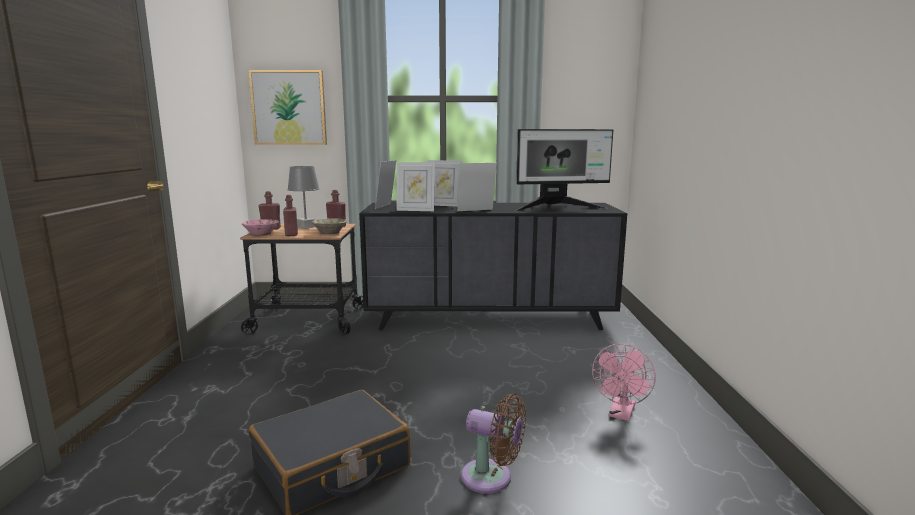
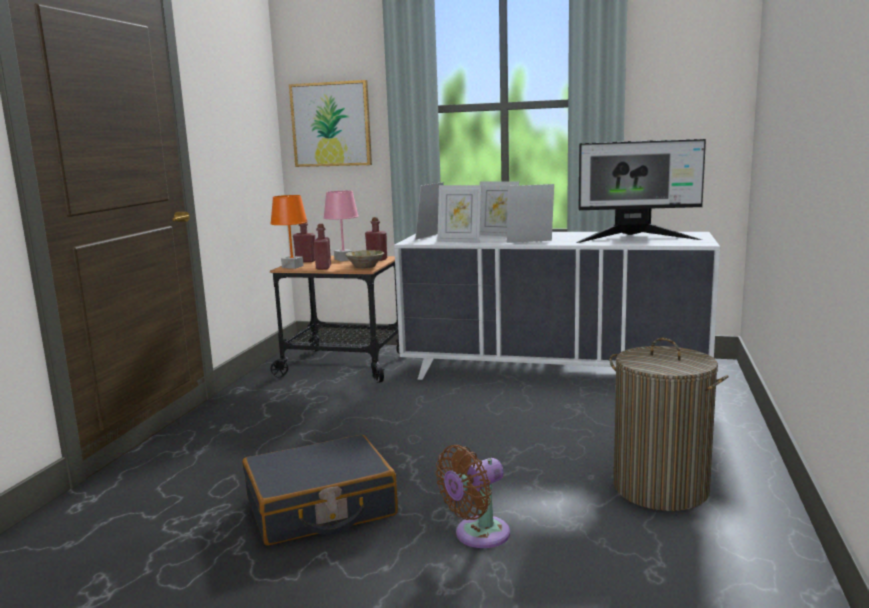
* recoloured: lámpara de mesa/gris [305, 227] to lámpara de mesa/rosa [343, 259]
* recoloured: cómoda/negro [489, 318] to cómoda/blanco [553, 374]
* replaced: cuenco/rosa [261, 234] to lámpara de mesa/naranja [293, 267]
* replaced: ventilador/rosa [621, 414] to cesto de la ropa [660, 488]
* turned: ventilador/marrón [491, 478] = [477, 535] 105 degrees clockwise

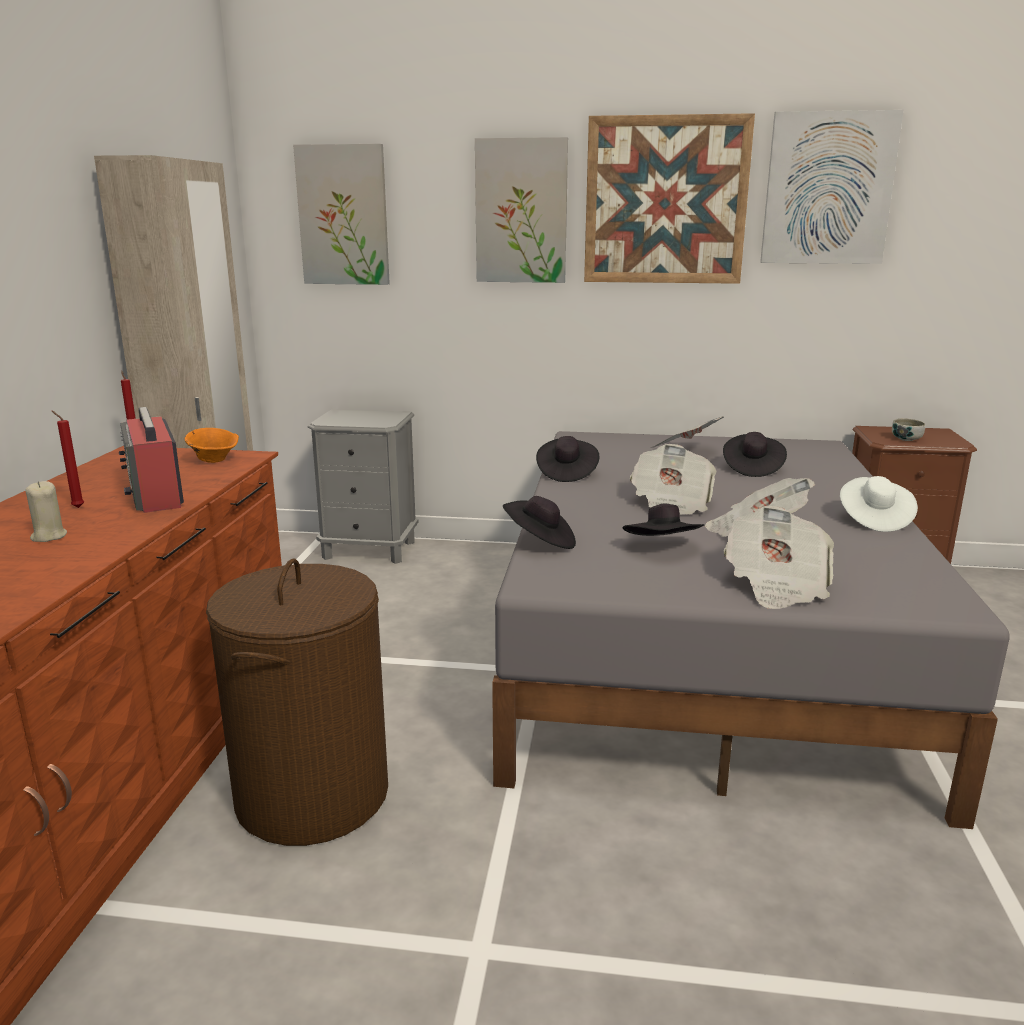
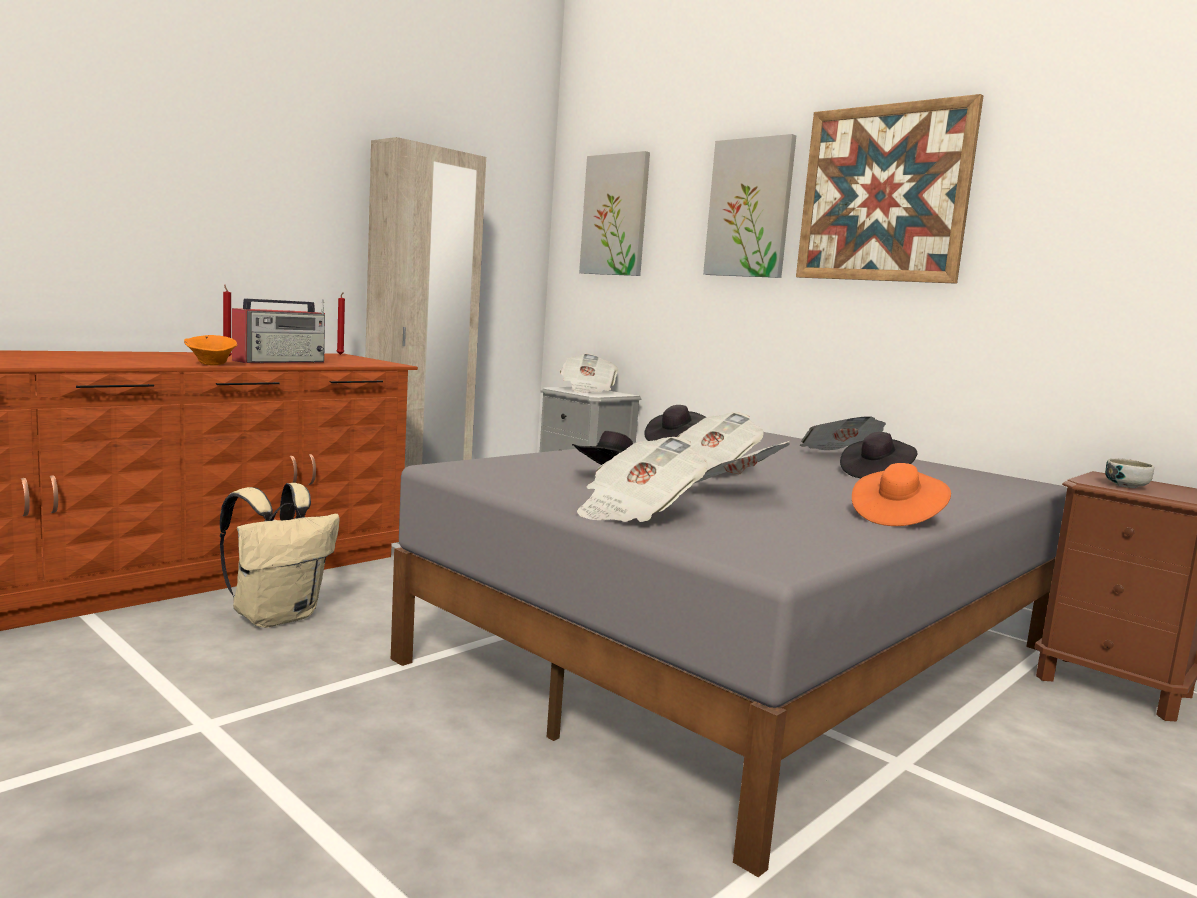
* removed: cuadro [828, 189]
* turned: radio [156, 494] = [281, 361] 150 degrees counterclockwise
* moved: cuenco/naranja [214, 460] to [212, 364]
* recoloured: sombrero/blanco [874, 520] to sombrero/naranja [896, 518]
* removed: vela/beis [48, 536]
* removed: sombrero/negro [540, 542]
* replaced: cesto de la ropa/marrón [312, 795] to mochila/beis [277, 616]
* added: periódico [587, 390]

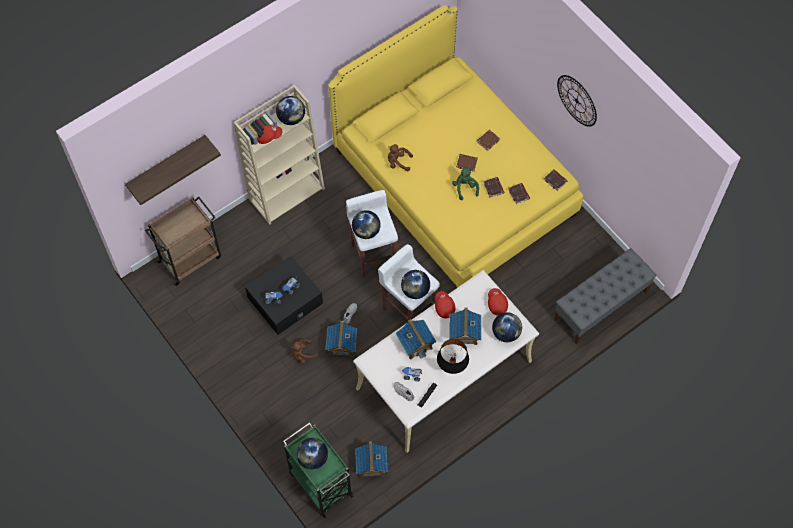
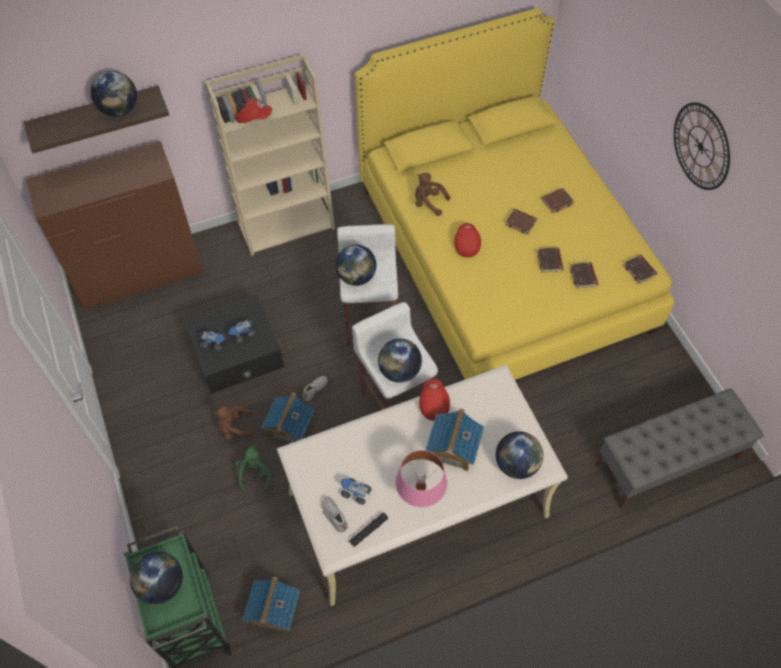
* moved: globo terráqueo [291, 118] to [120, 110]
* moved: peluche/verde [465, 188] to [254, 474]
* replaced: carrito/marrón [190, 258] to cómoda/marrón [139, 274]
* moved: gorra/rojo [496, 304] to [466, 244]
* removed: casita [415, 343]
* recoloured: lámpara de mesa/negro [452, 366] to lámpara de mesa/rosa [420, 495]

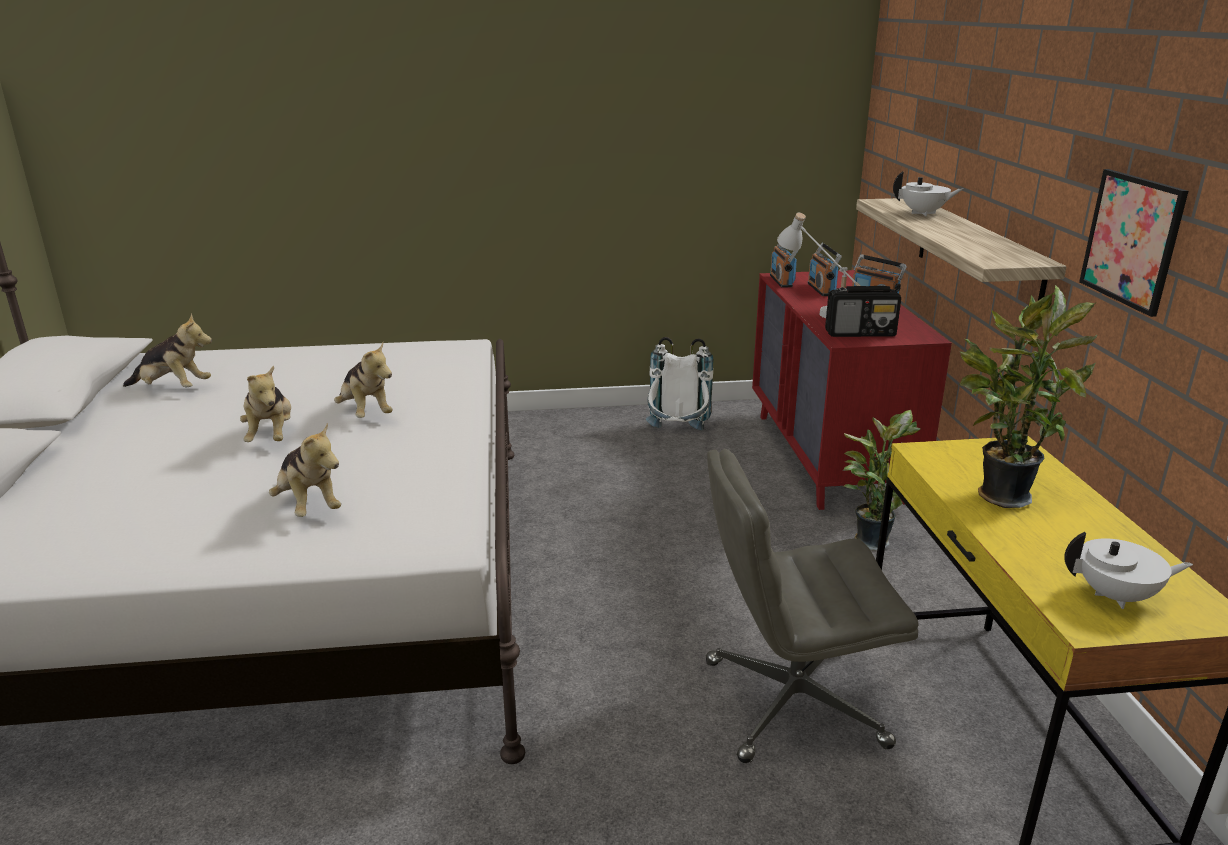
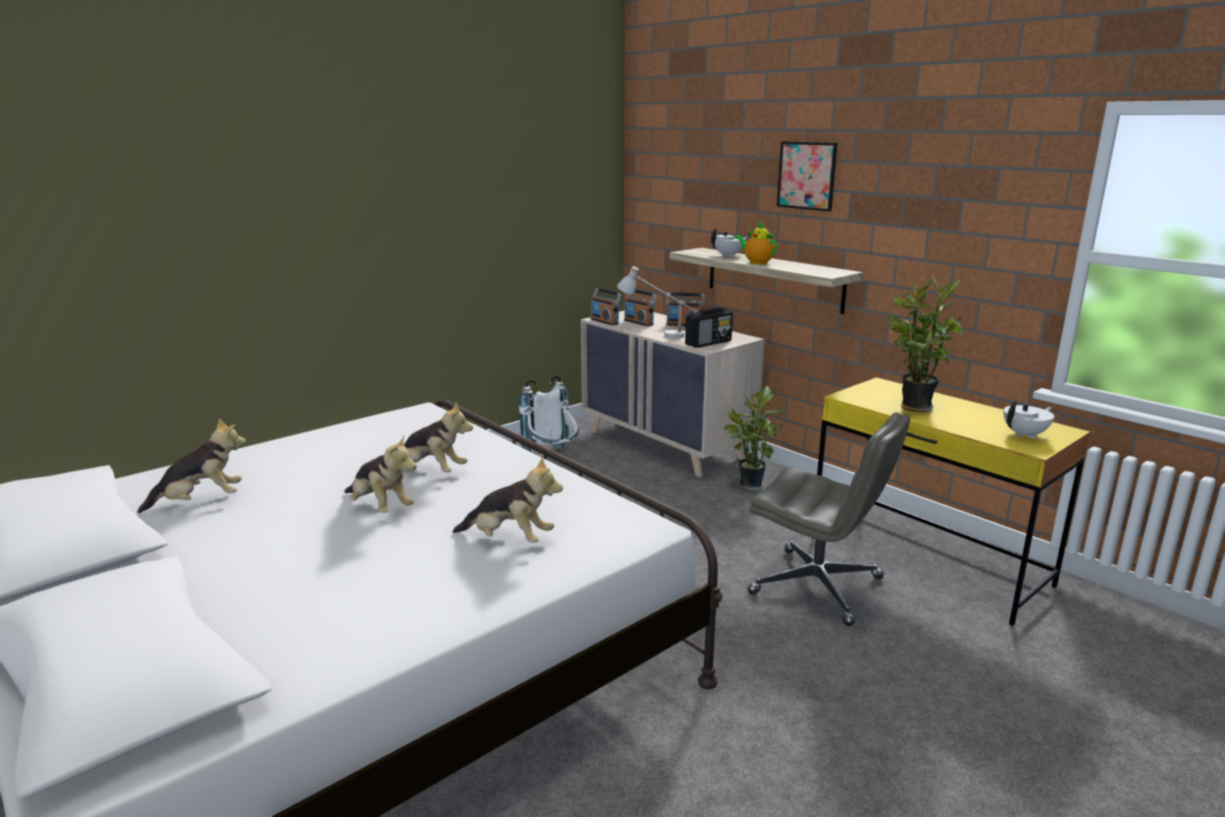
* moved: cuadro [1131, 240] to [806, 175]
* recoloured: cómoda/rojo [828, 457] to cómoda/beis [666, 444]
* turned: silla de oficina/gris [791, 703] = [818, 586] 105 degrees counterclockwise
* added: tetera [756, 262]

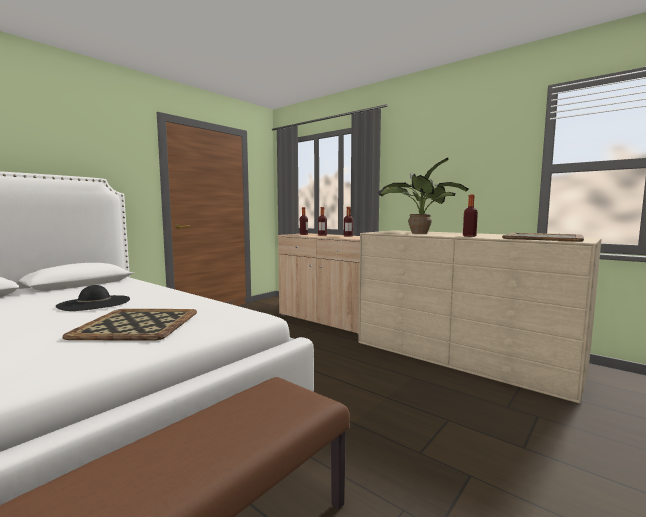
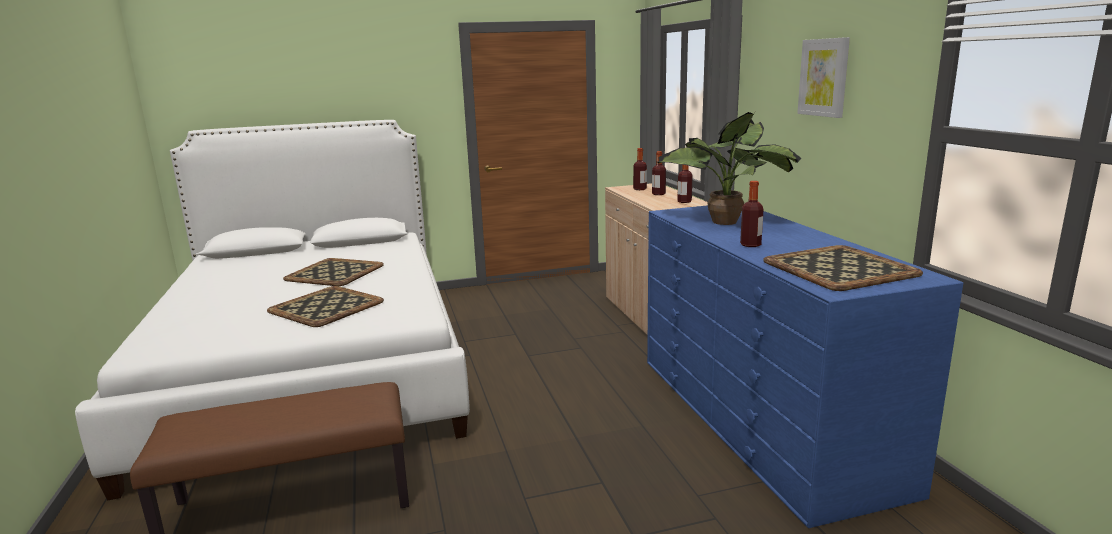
* recoloured: cómoda/beis [462, 355] to cómoda/azul [761, 418]
* replaced: sombrero/negro [94, 303] to bandeja [334, 273]
* added: cuadro [824, 77]

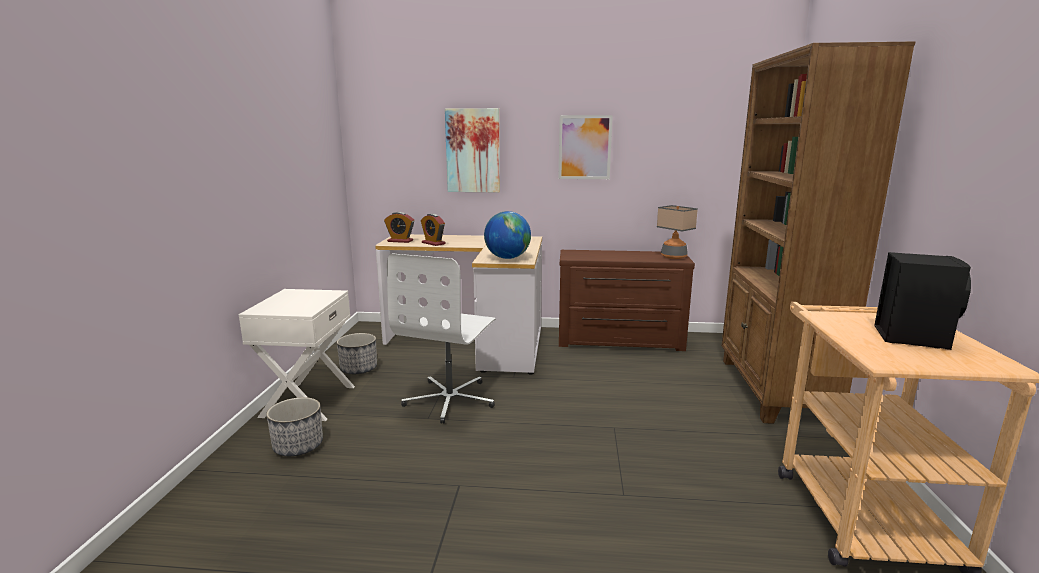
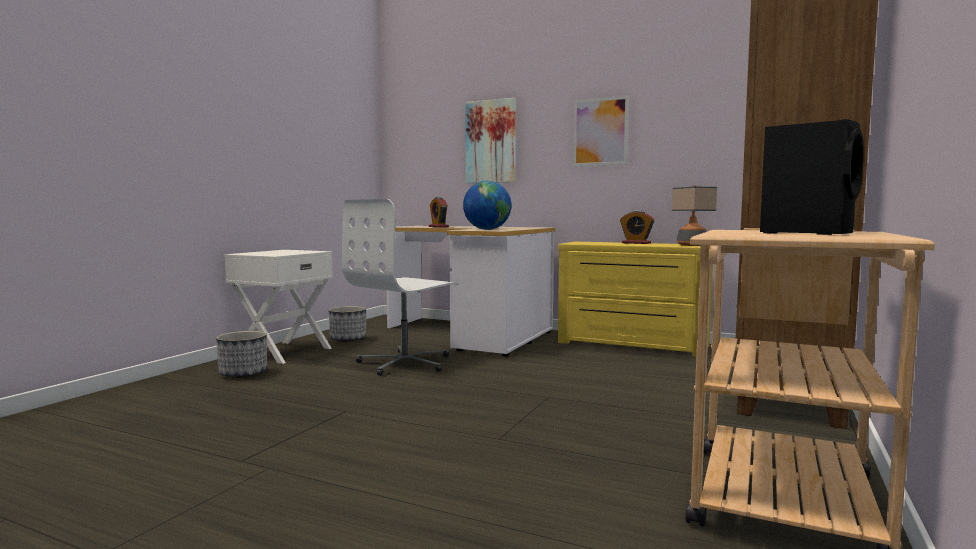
* moved: despertador [400, 241] to [636, 243]
* recoloured: cómoda/marrón [620, 341] to cómoda/amarillo [632, 345]

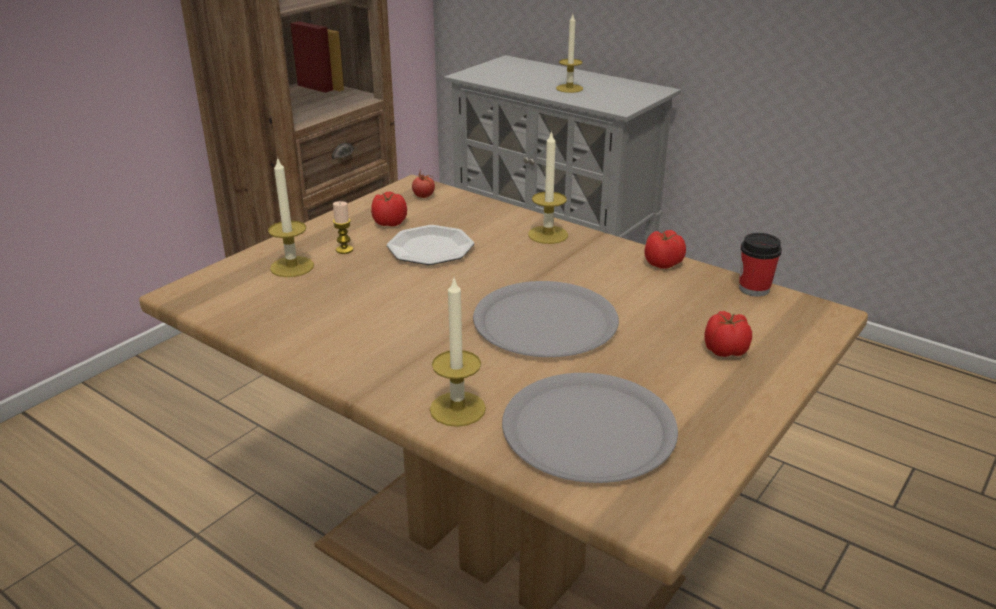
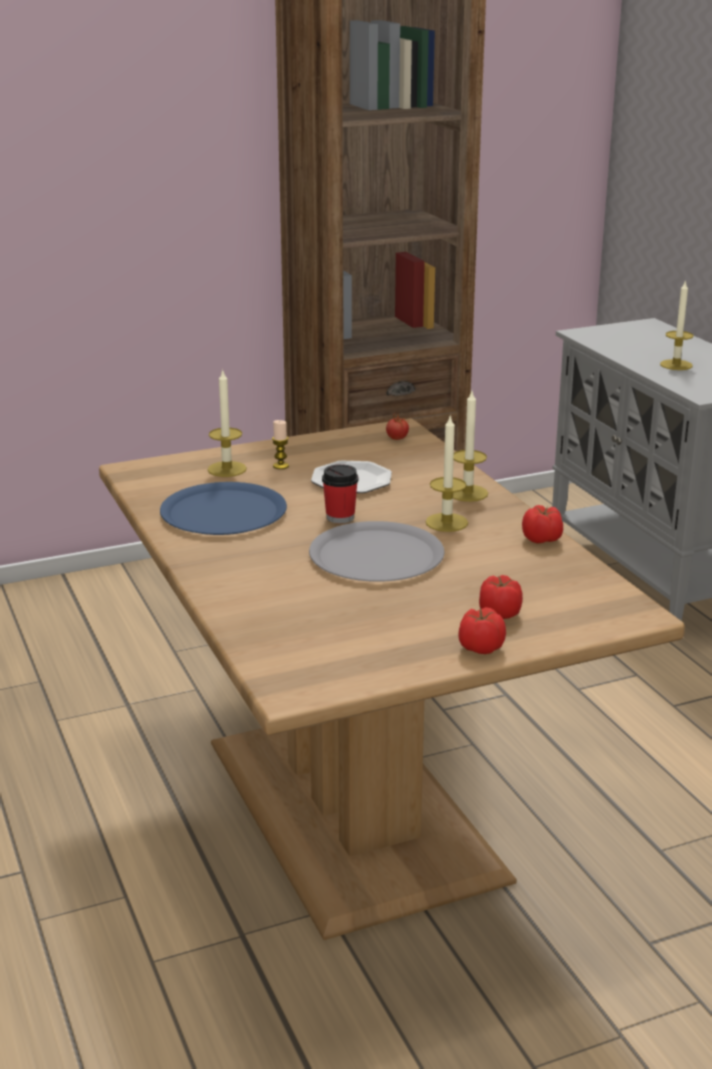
* moved: tomate [389, 223] to [480, 648]
* moved: taza [754, 289] to [340, 517]
* moved: vela [457, 409] to [446, 522]
* removed: plato/gris [589, 429]
* added: plato/azul [223, 512]

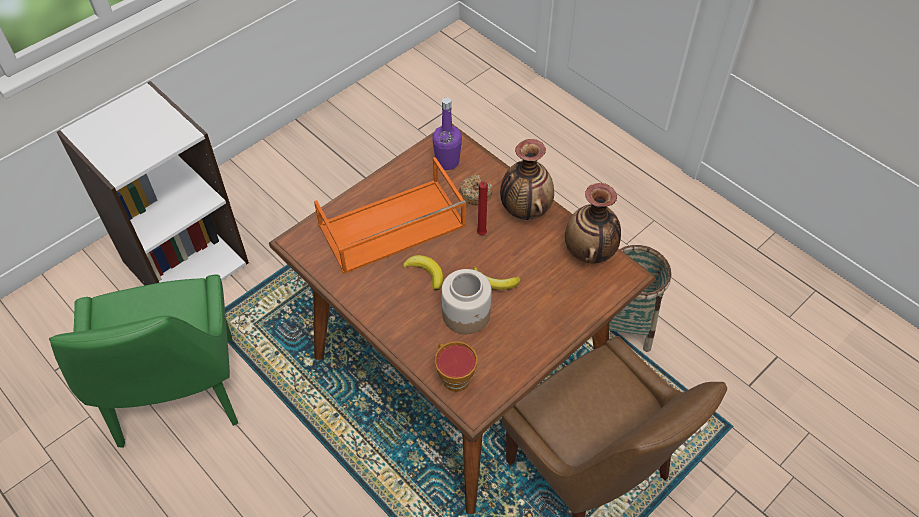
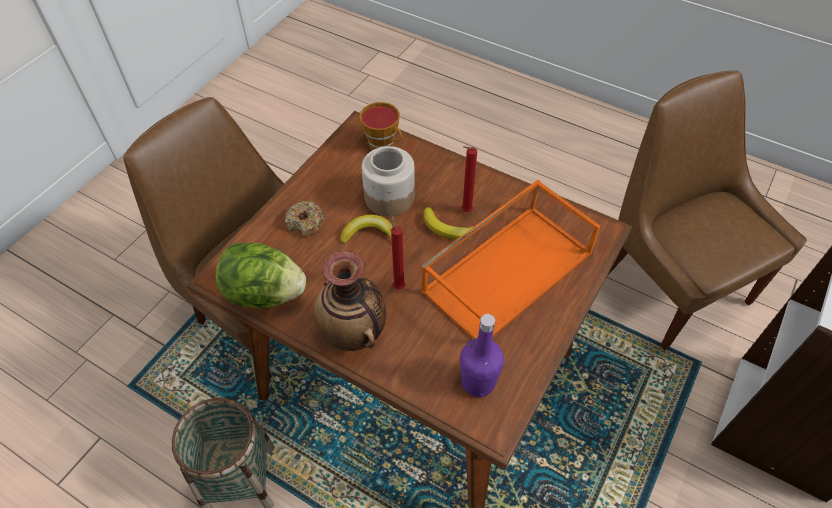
* moved: rosquilla [475, 194] to [305, 223]
* replaced: florero [590, 252] to lechuga [264, 293]
* recoloured: silla/verde [177, 396] to silla/marrón [670, 284]
* added: vela/rojo [465, 211]

